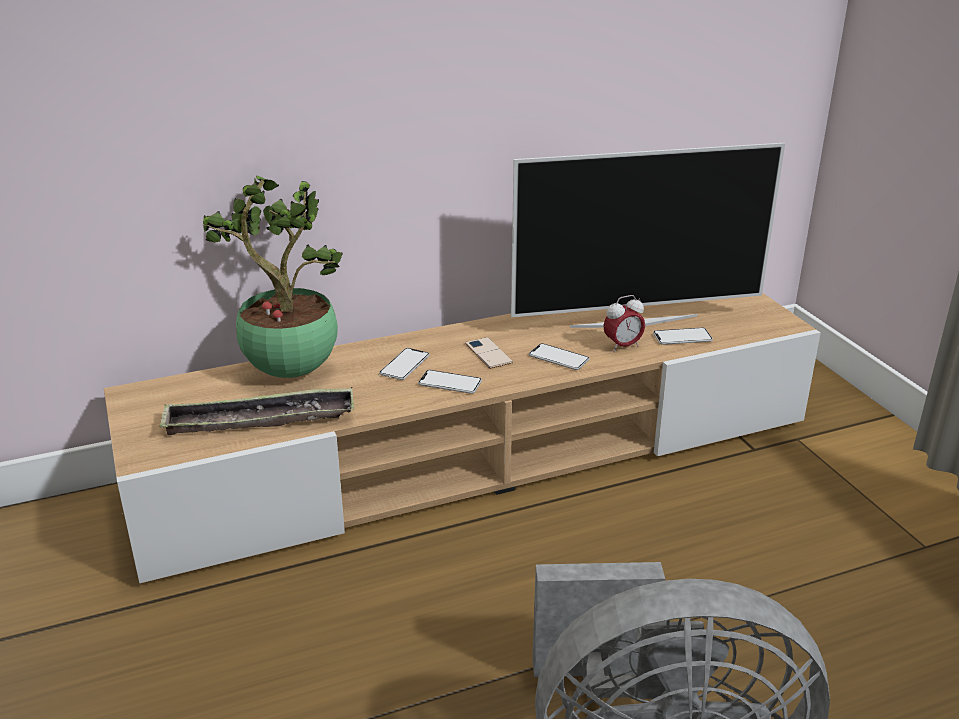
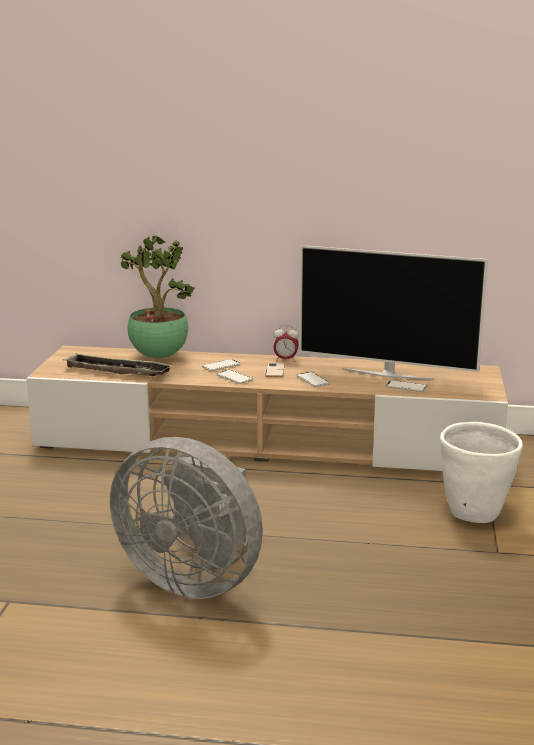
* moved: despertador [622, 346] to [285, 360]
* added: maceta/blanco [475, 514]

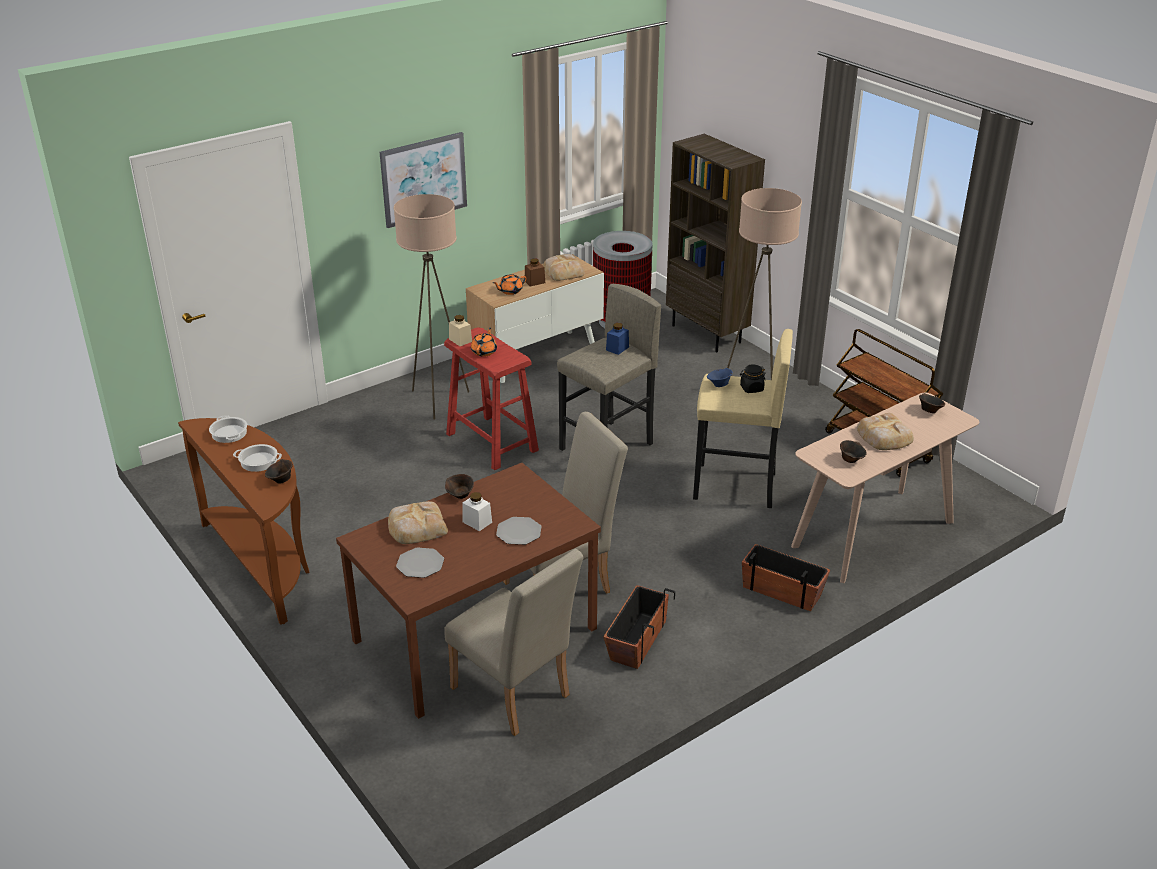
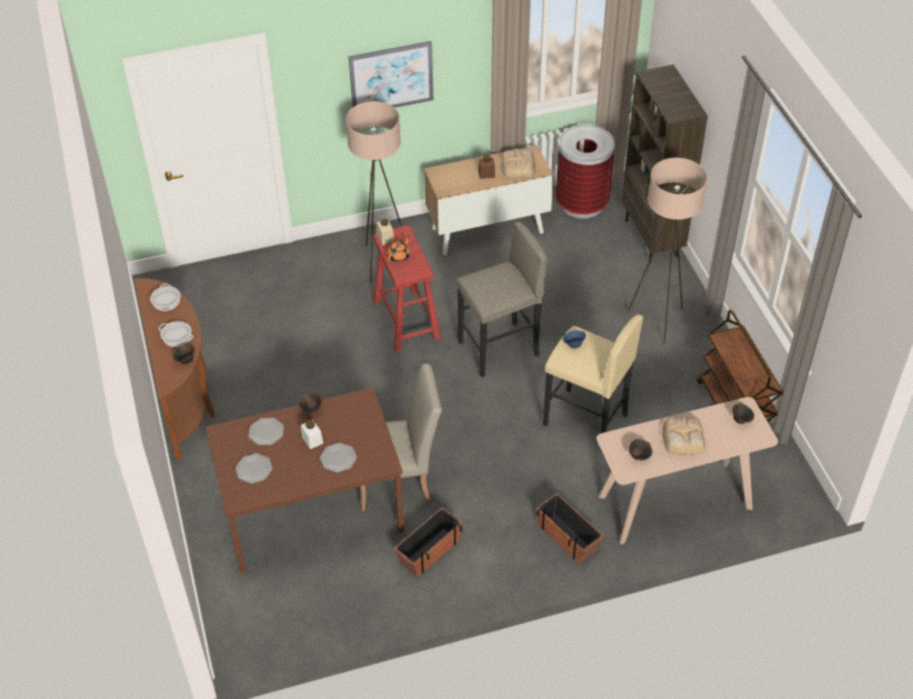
* removed: tetera/naranja [510, 291]
* removed: tarro/azul [617, 348]
* removed: tarro/negro [751, 388]
* replaced: pan [416, 527] to plato [266, 432]
* removed: silla/beis [515, 696]

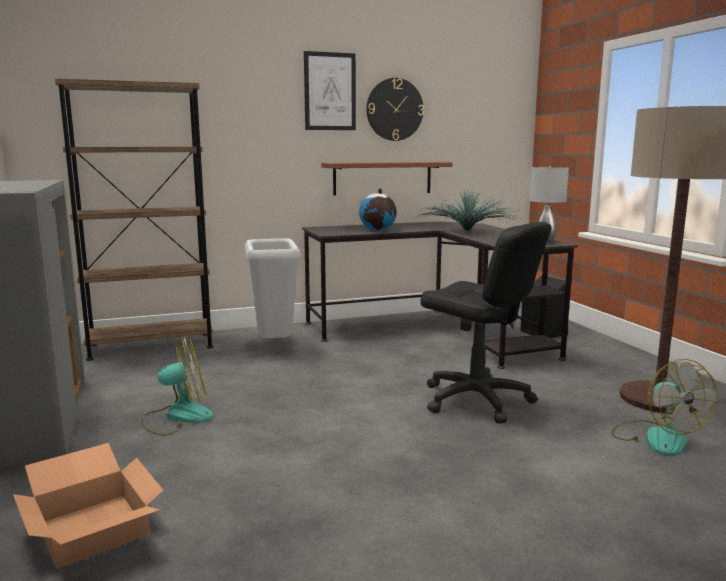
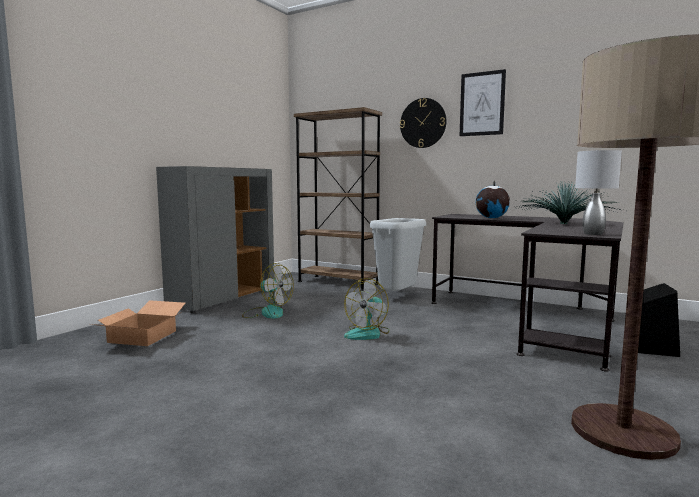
* moved: reloj de pared [394, 109] to [423, 123]
* removed: estante/marrón [382, 178]
* removed: silla de oficina/negro [476, 400]
* moved: ventilador [657, 437] to [368, 333]

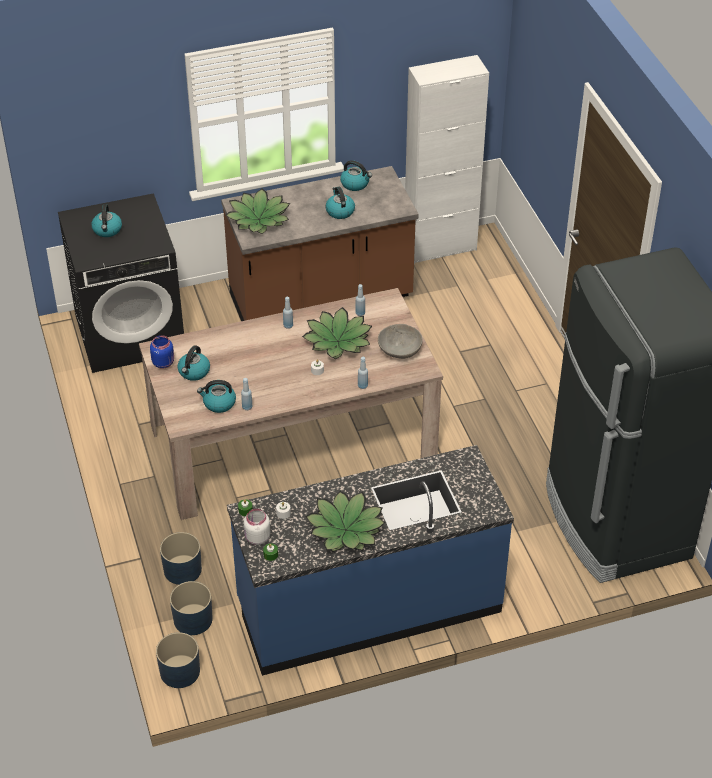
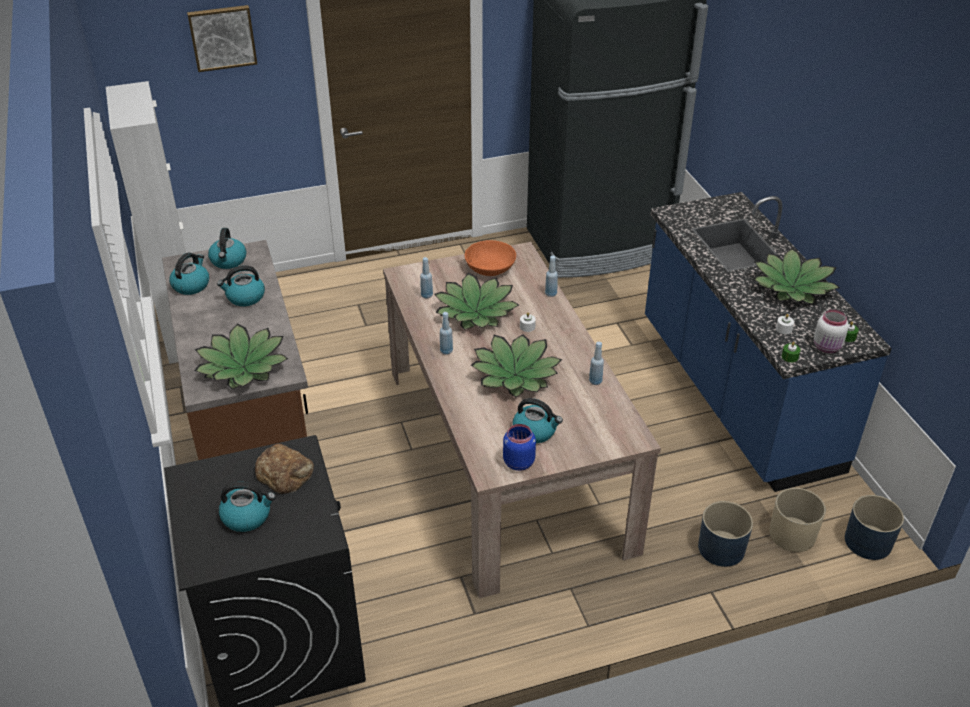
* recoloured: cuenco/gris [399, 349] to cuenco/naranja [490, 268]
* moved: hervidor [219, 403] to [228, 261]
* recoloured: maceta/azul [192, 619] to maceta/beis [792, 534]
* added: cuadro [222, 37]
* added: planta en maceta [515, 375]
* added: pan [285, 473]

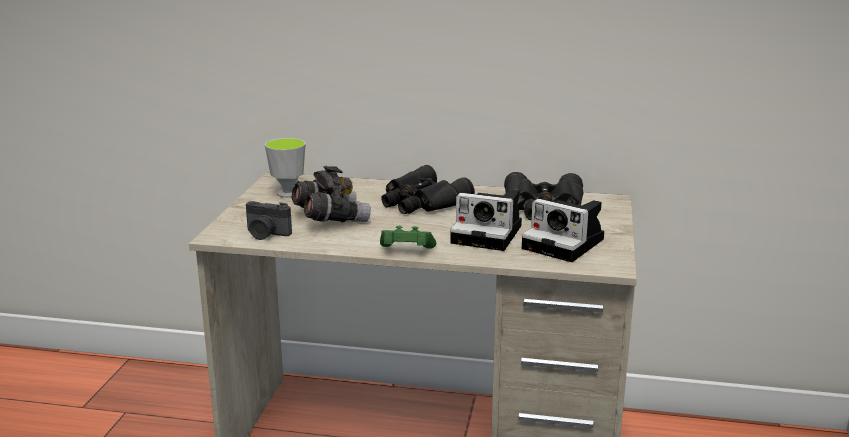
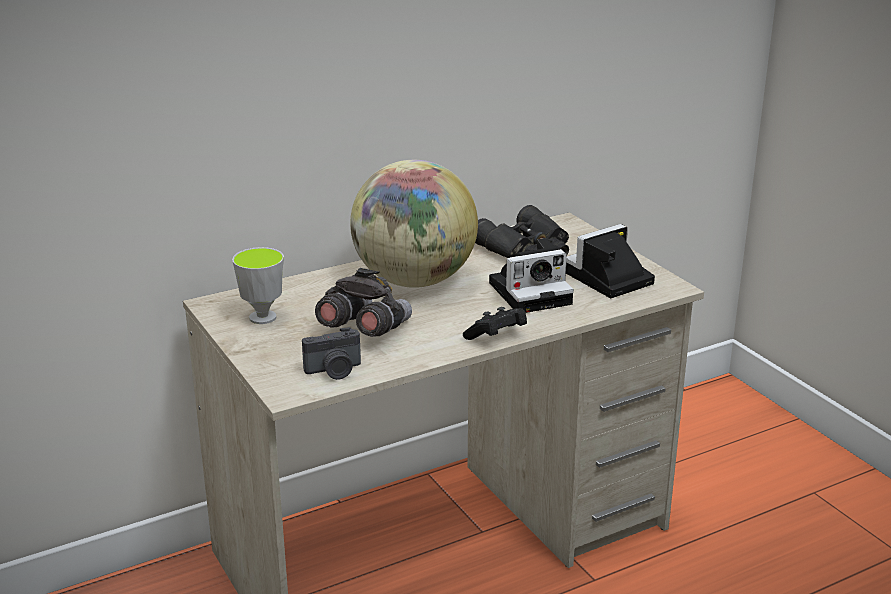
* replaced: prismáticos/negro [421, 202] to globo terráqueo [414, 281]
* turned: cámara [566, 244] = [606, 279] 150 degrees clockwise
* recoloured: mando de consola/verde [406, 251] to mando de consola/negro [497, 337]

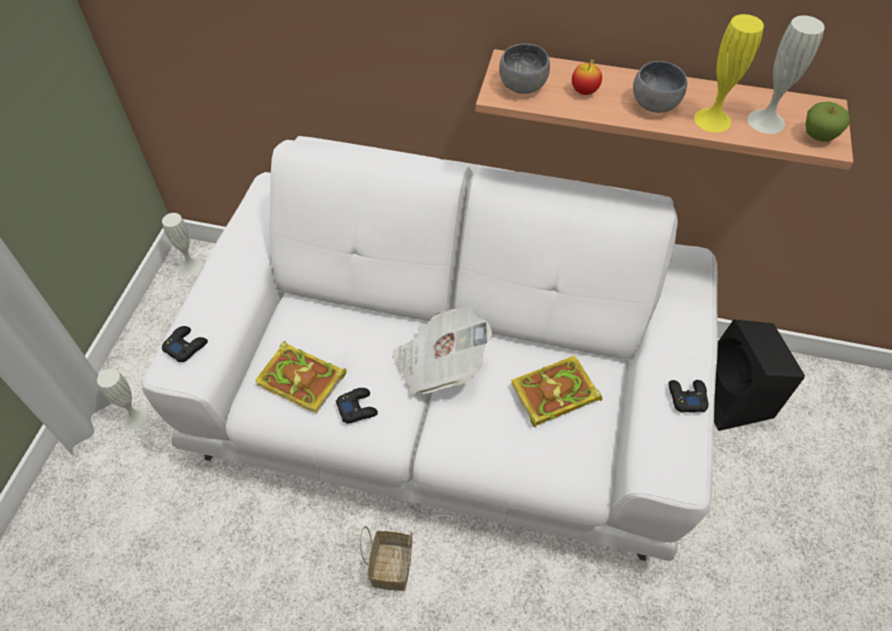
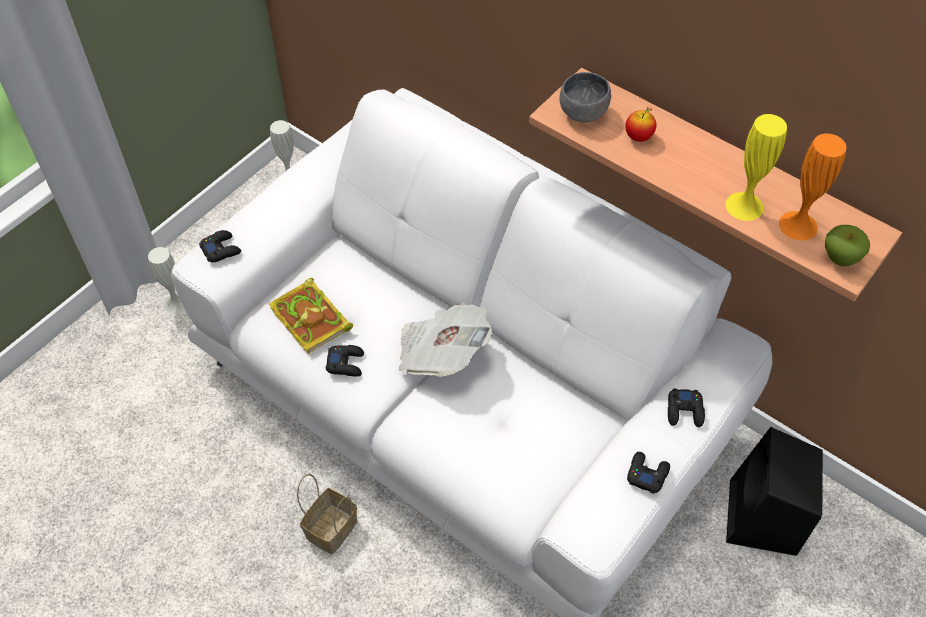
* recoloured: florero/blanco [766, 121] to florero/naranja [798, 225]
* removed: cuenco/gris [656, 105]
* removed: libro [553, 394]
* added: mando de consola/negro [685, 411]

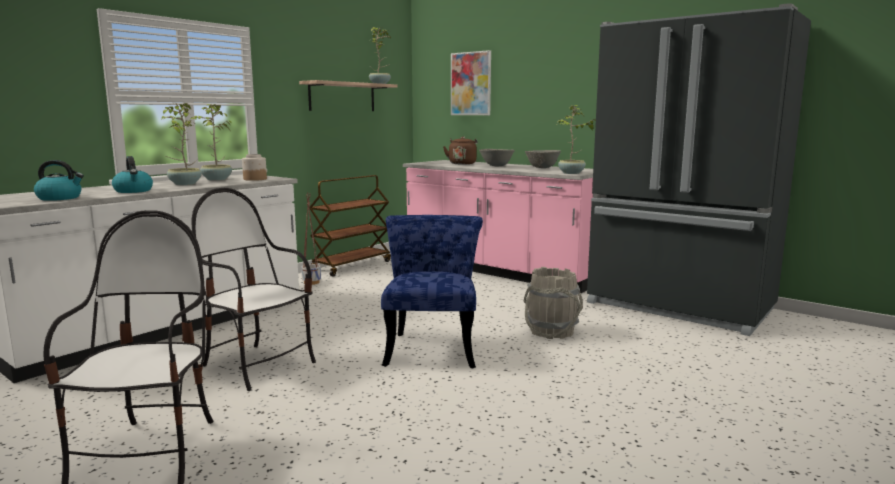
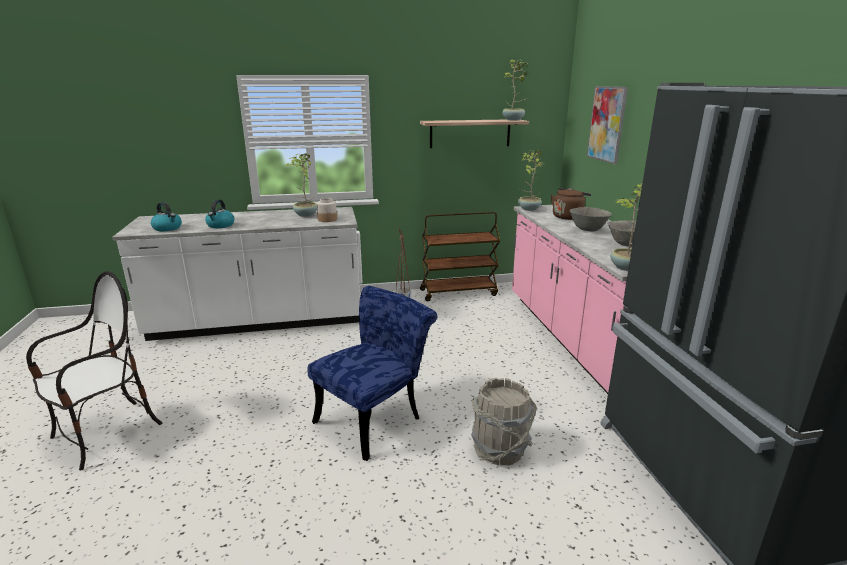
* moved: planta en maceta [184, 184] to [528, 209]
* removed: silla [258, 365]

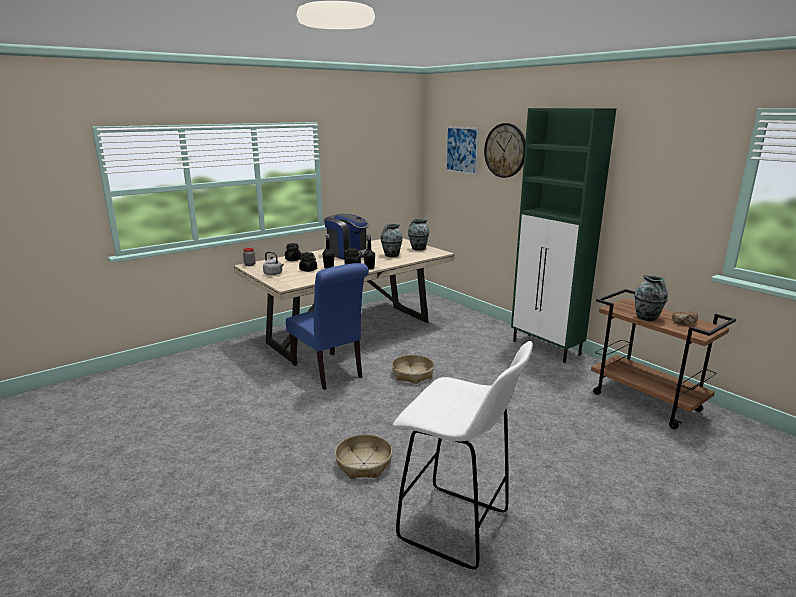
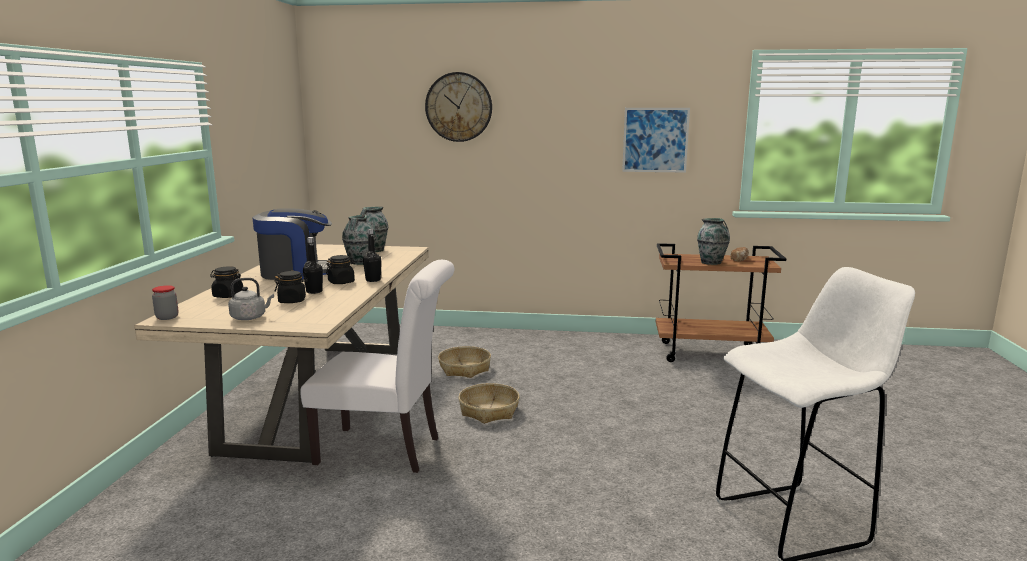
* removed: armario/verde [546, 348]
* moved: cuadro [462, 150] to [655, 140]
* recoloured: silla/azul [330, 372] to silla/blanco [386, 450]
* moved: cesta [364, 463] to [465, 369]

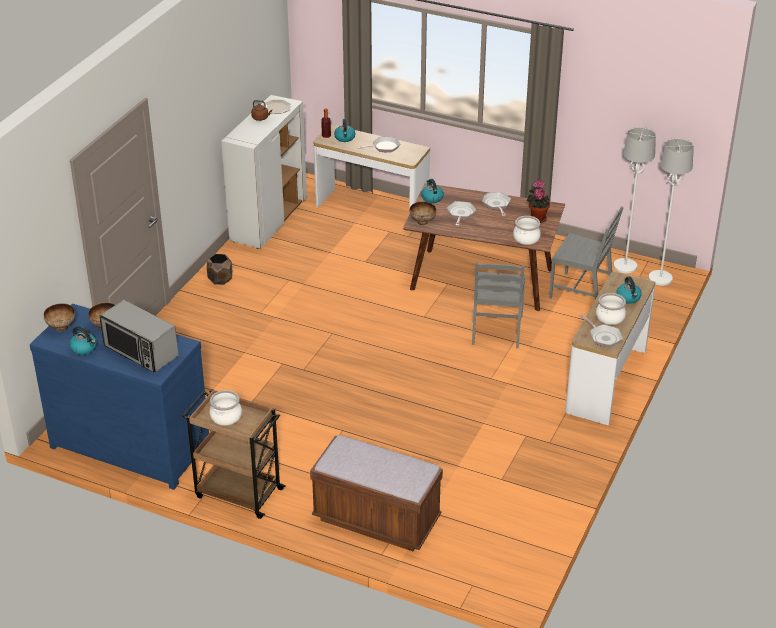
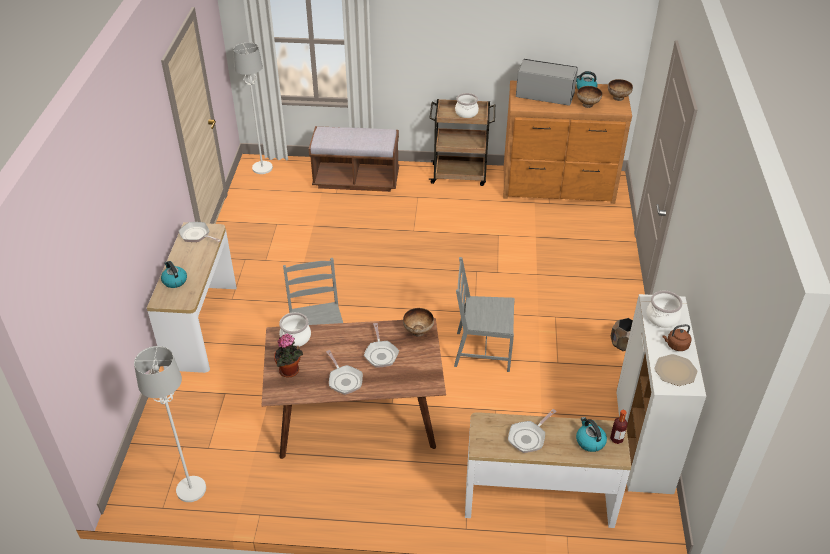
* moved: lámpara de pie/blanco [660, 278] to [262, 168]
* removed: hervidor [432, 198]
* moved: silla/gris [582, 292] to [482, 351]
* moved: olla [610, 317] to [662, 318]
* recoloured: cómoda/azul [131, 444] to cómoda/marrón [558, 186]

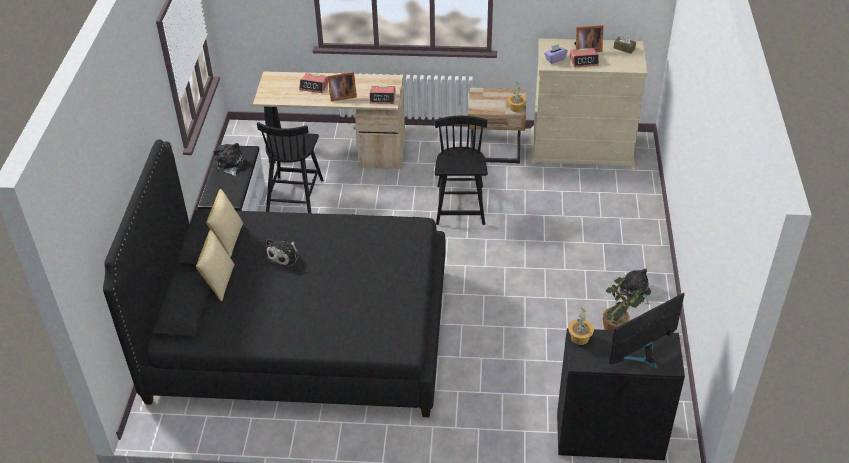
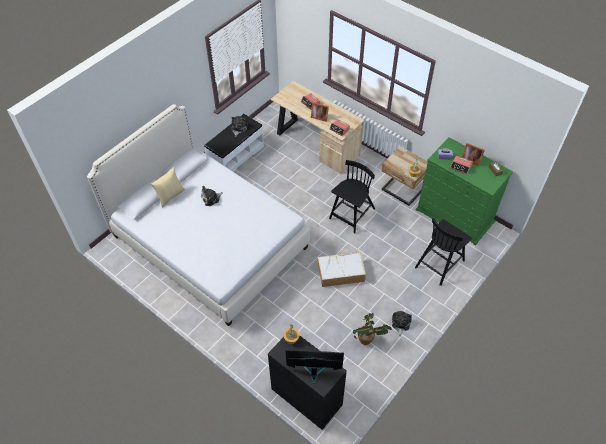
* recoloured: cómoda/beis [582, 148] to cómoda/verde [455, 216]
* moved: silla/negro [295, 196] to [440, 263]
* recoloured: cama/negro [300, 334] to cama/blanco [209, 242]
* removed: cojín [228, 239]
* added: caja de almacenaje [340, 273]

